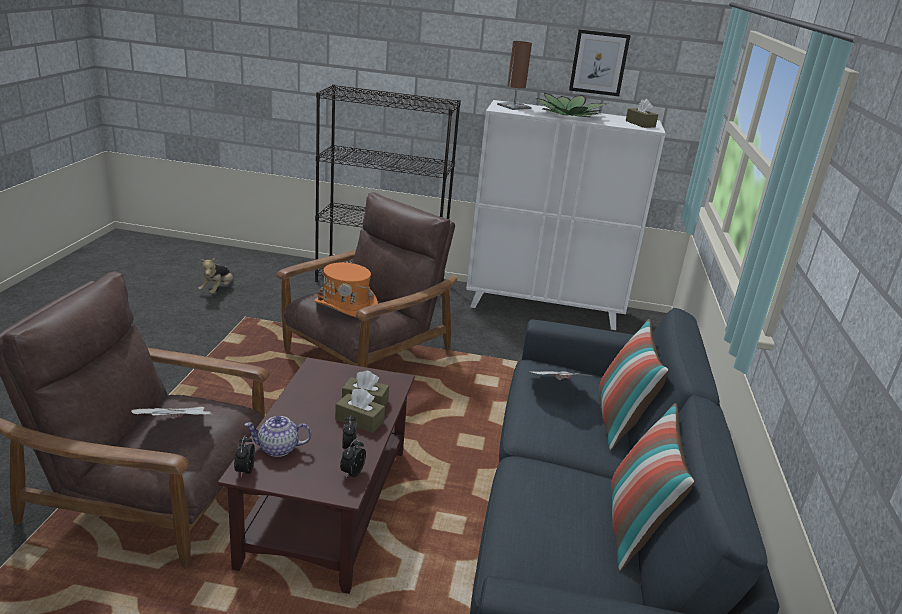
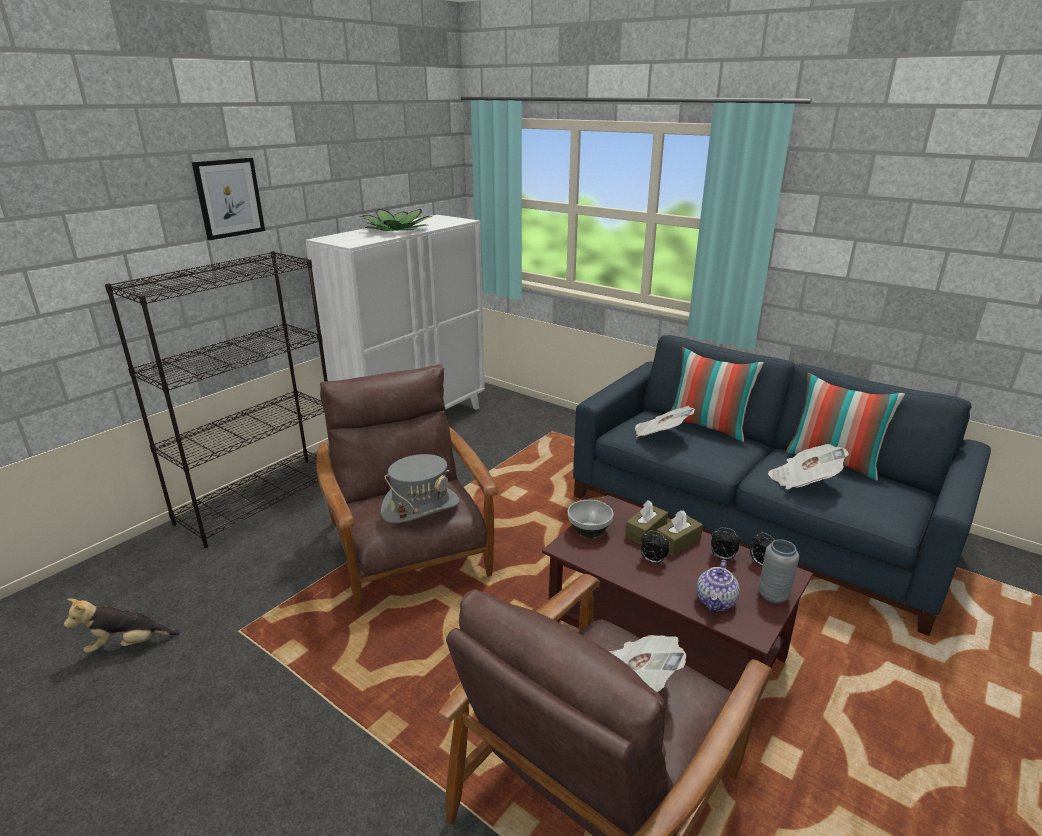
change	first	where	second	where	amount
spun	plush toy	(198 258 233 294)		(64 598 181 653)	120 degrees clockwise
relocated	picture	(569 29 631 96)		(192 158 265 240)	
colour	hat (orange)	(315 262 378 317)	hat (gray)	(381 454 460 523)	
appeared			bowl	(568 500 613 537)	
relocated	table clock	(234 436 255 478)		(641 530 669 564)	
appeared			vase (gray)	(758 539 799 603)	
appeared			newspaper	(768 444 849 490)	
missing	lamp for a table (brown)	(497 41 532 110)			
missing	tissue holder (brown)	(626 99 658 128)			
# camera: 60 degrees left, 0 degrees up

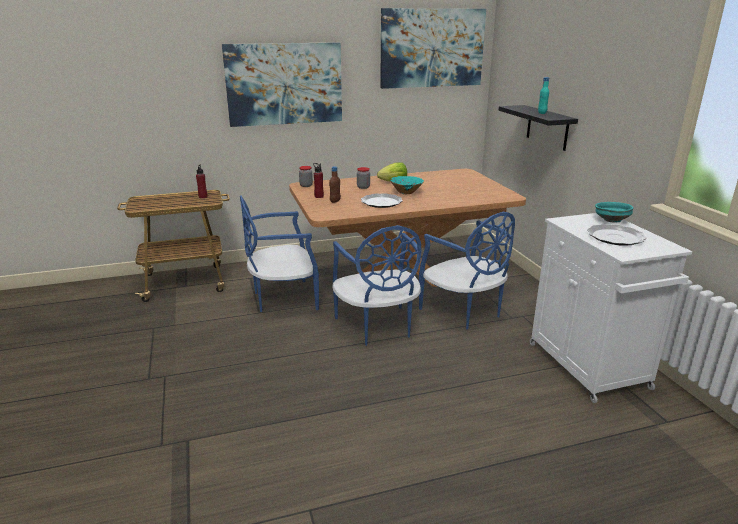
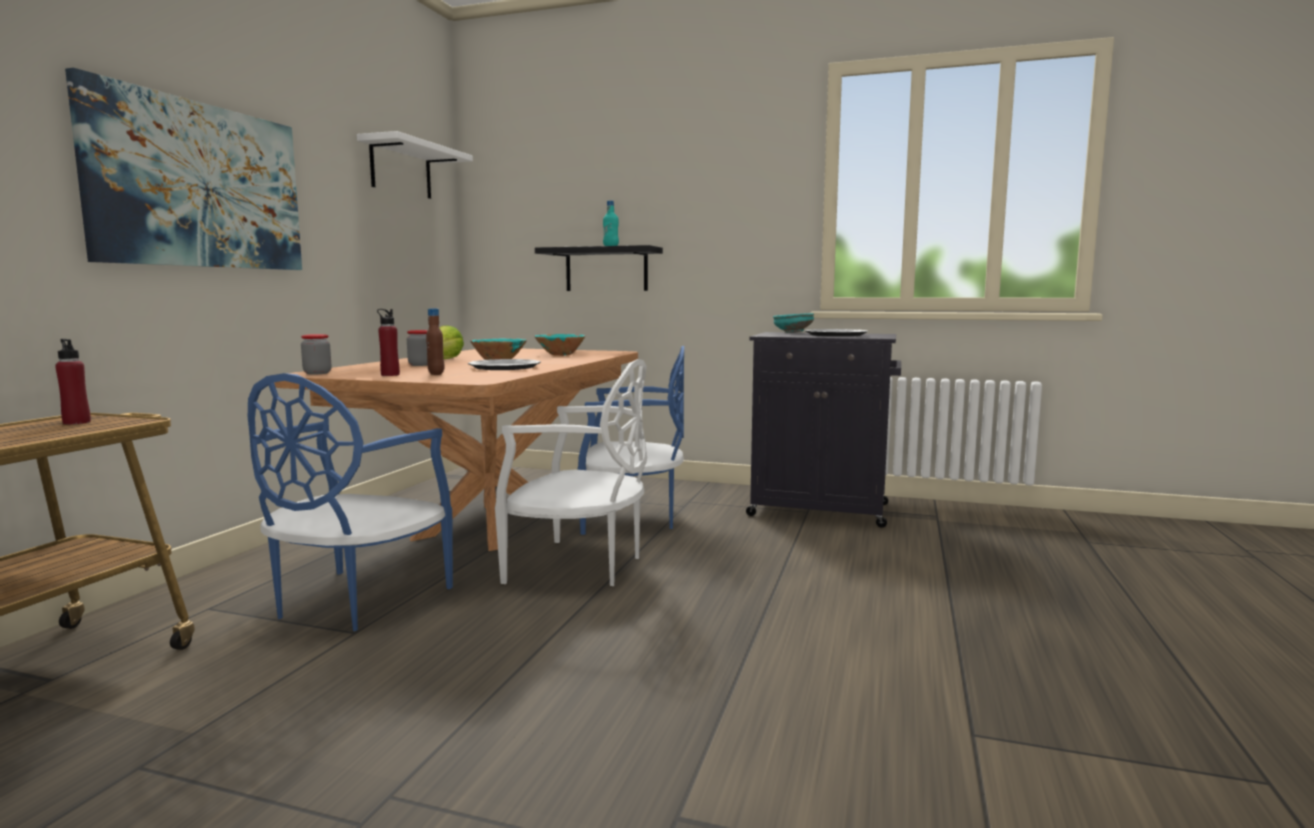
change	first	where	second	where	amount
exchanged	picture	(380 8 486 89)	wall shelf (white)	(357 131 473 199)	
colour	upright chair (blue)	(333 225 421 346)	upright chair (white)	(495 359 647 586)	
appeared			bowl (turquoise-coloured)	(535 334 585 356)	
colour	storage cabinet (white)	(530 213 692 403)	storage cabinet (blackish)	(746 332 901 528)	
# camera: 55 degrees left, 15 degrees down

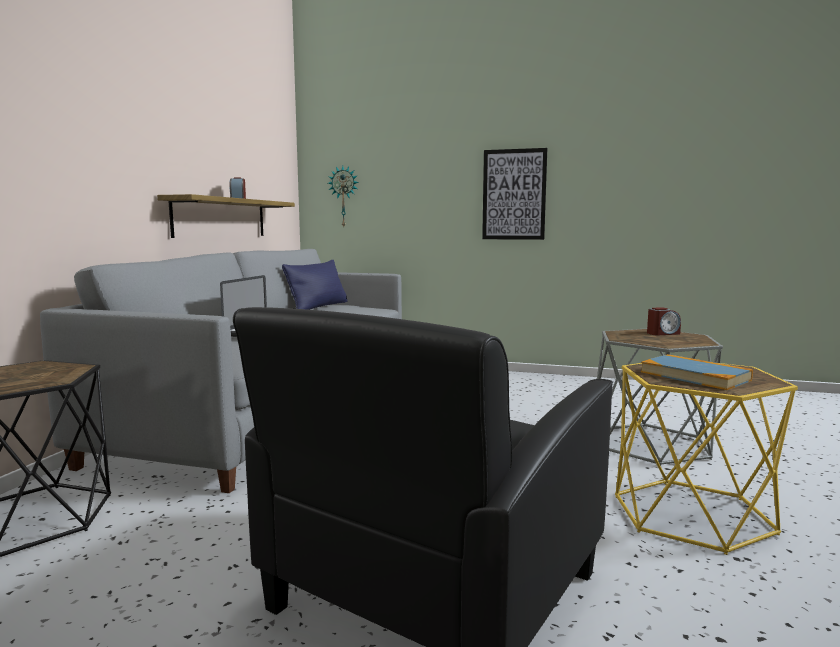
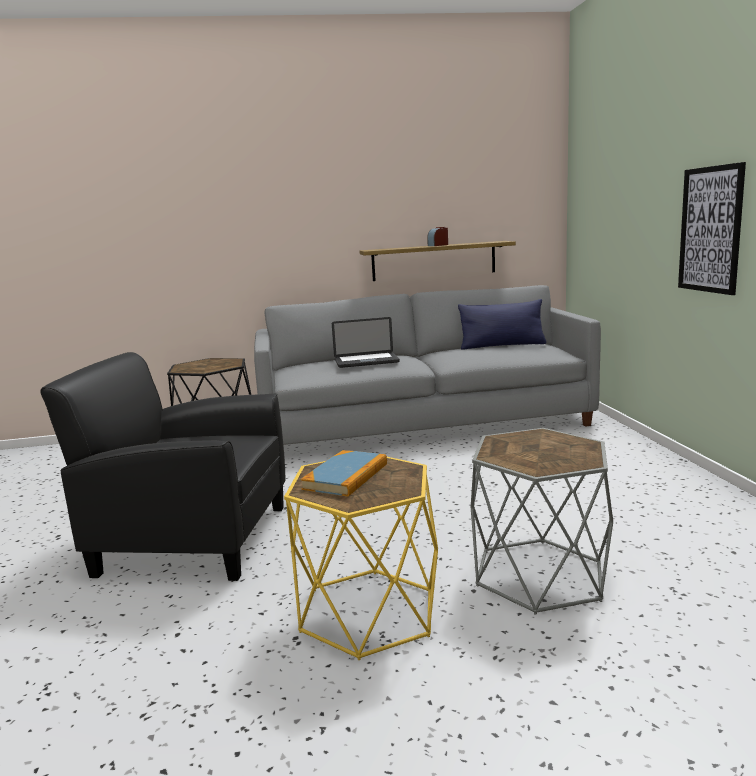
change	first	where	second	where	amount
missing	wall clock	(328 166 359 226)			
missing	table clock	(647 307 681 336)			
# camera: 65 degrees right, 5 degrees up

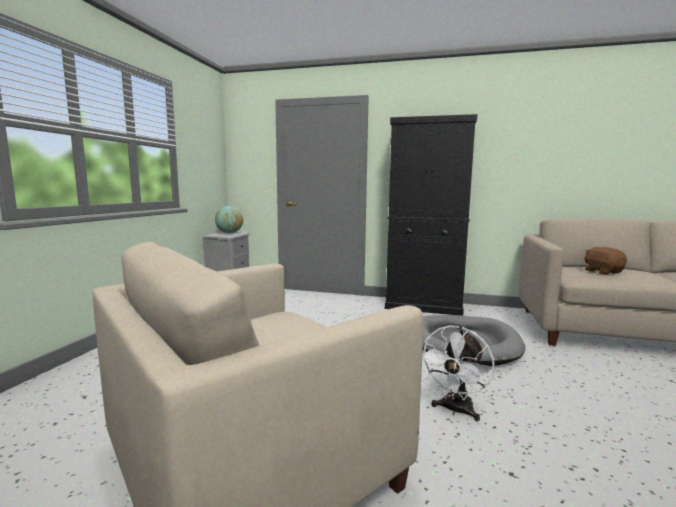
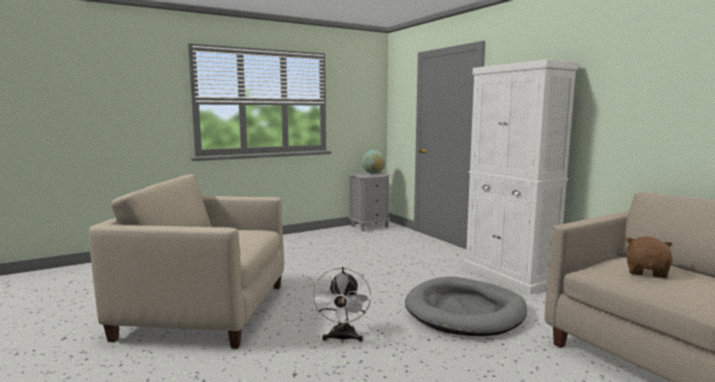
change	first	where	second	where	amount
spun	electric fan (white)	(422 325 495 421)		(311 267 371 342)	75 degrees counterclockwise
colour	storage cabinet (blackish)	(385 114 477 316)	storage cabinet (white)	(464 59 579 294)	
# camera: 45 degrees right, 0 degrees up

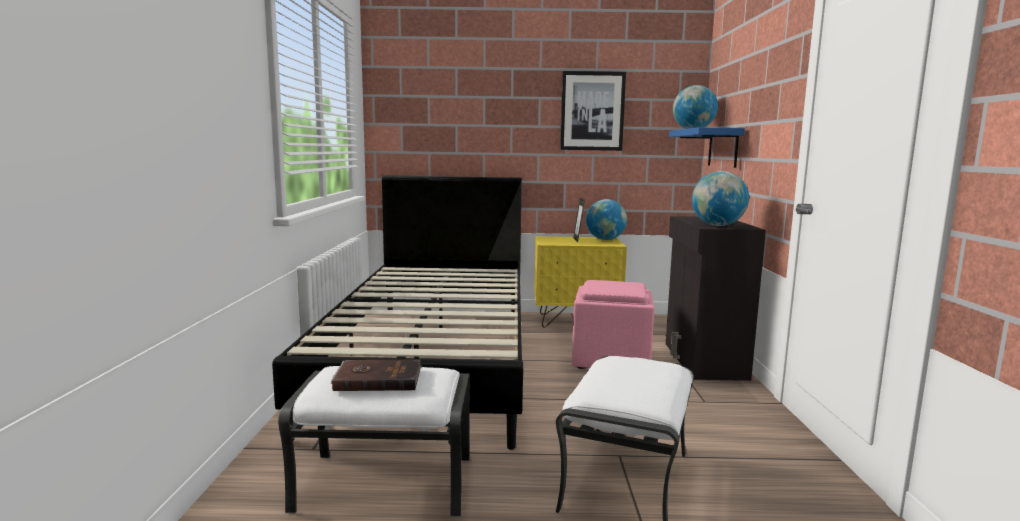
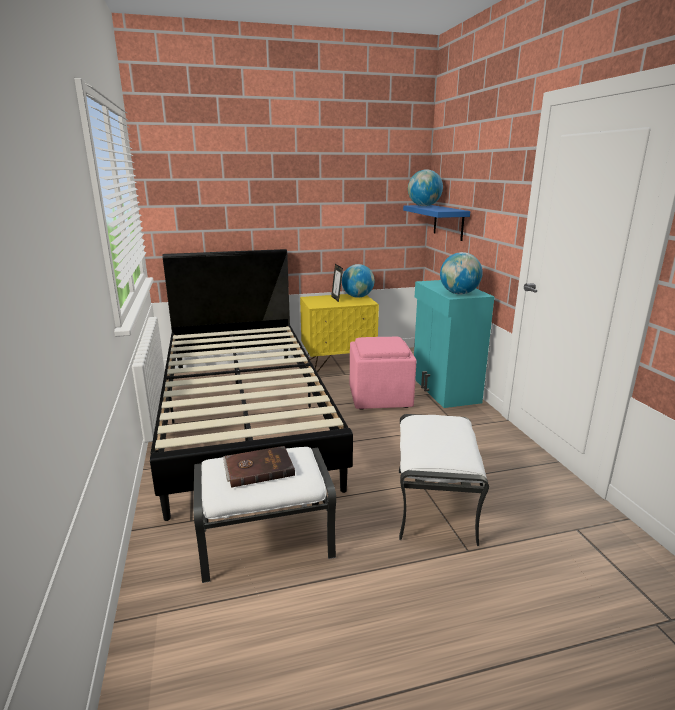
change	first	where	second	where	amount
colour	storage cabinet (blackish)	(666 216 766 381)	storage cabinet (turquoise-coloured)	(414 280 494 408)	
missing	picture	(560 71 626 151)			
# camera: 15 degrees left, 10 degrees up

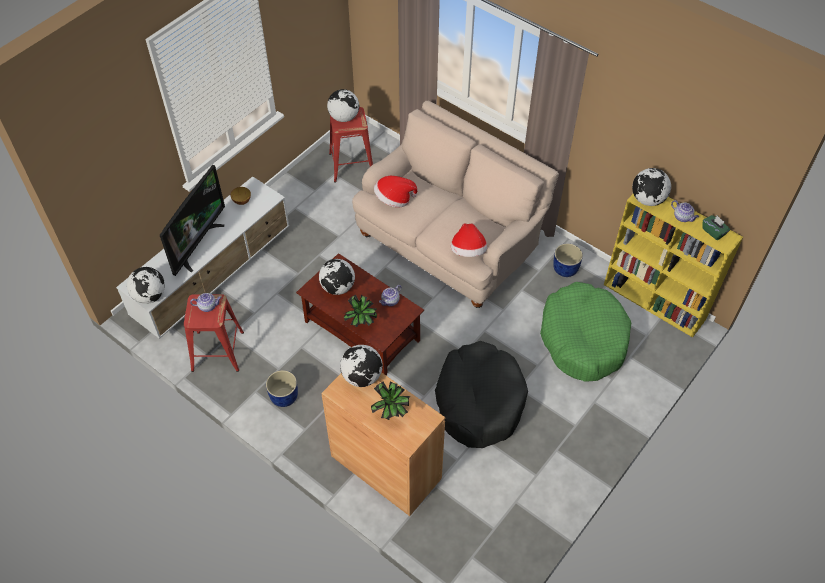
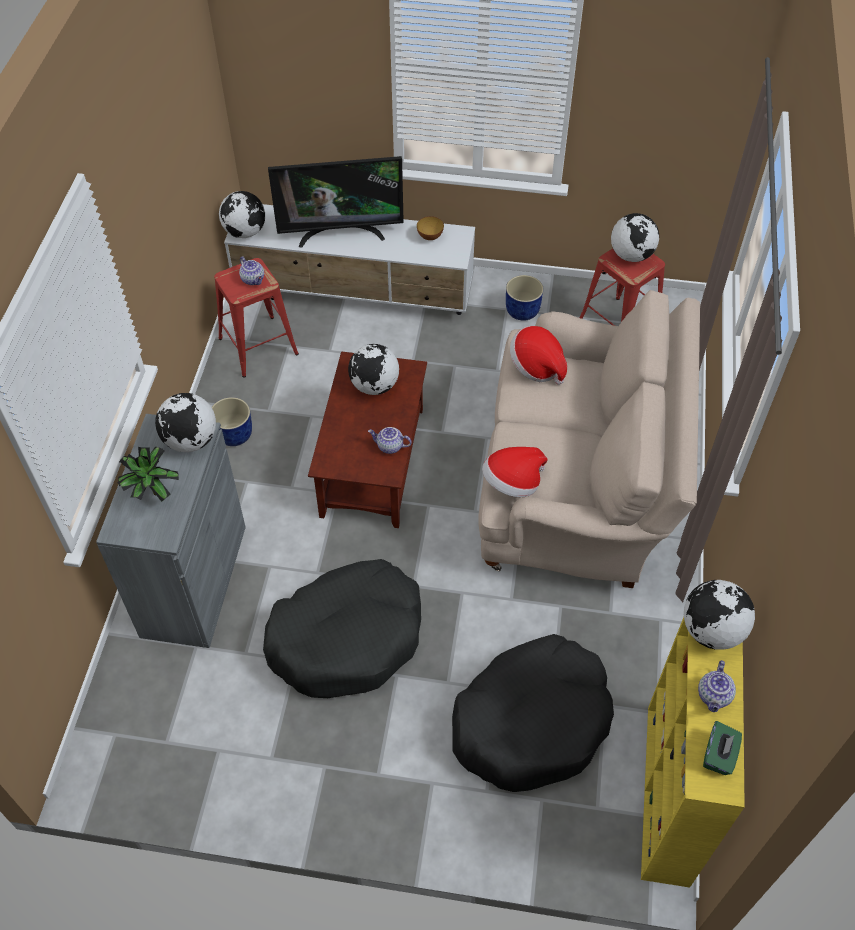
change	first	where	second	where	amount
colour	storage cabinet (brown)	(321 373 445 516)	storage cabinet (gray)	(96 414 246 648)	
colour	pet bed (green-coloured)	(540 282 631 382)	pet bed (blackish)	(452 634 614 792)	
relocated	flower pot (blue)	(553 243 583 277)		(506 275 543 321)	
missing	plant in a pot	(344 295 377 327)			
# camera: 60 degrees right, 0 degrees up

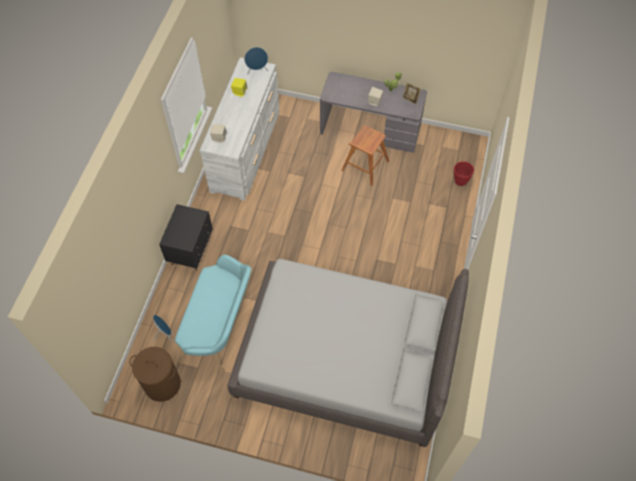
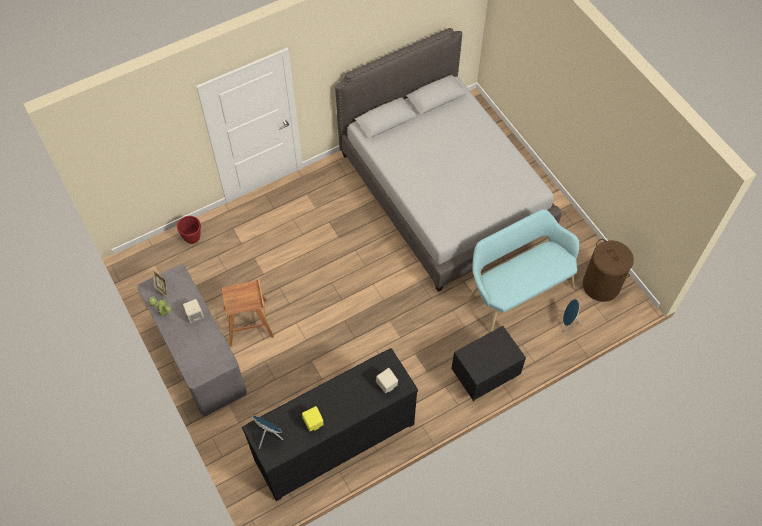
change	first	where	second	where	amount
colour	dresser (white)	(199 57 279 201)	dresser (blackish)	(242 348 418 501)	
# camera: 135 degrees left, 0 degrees up

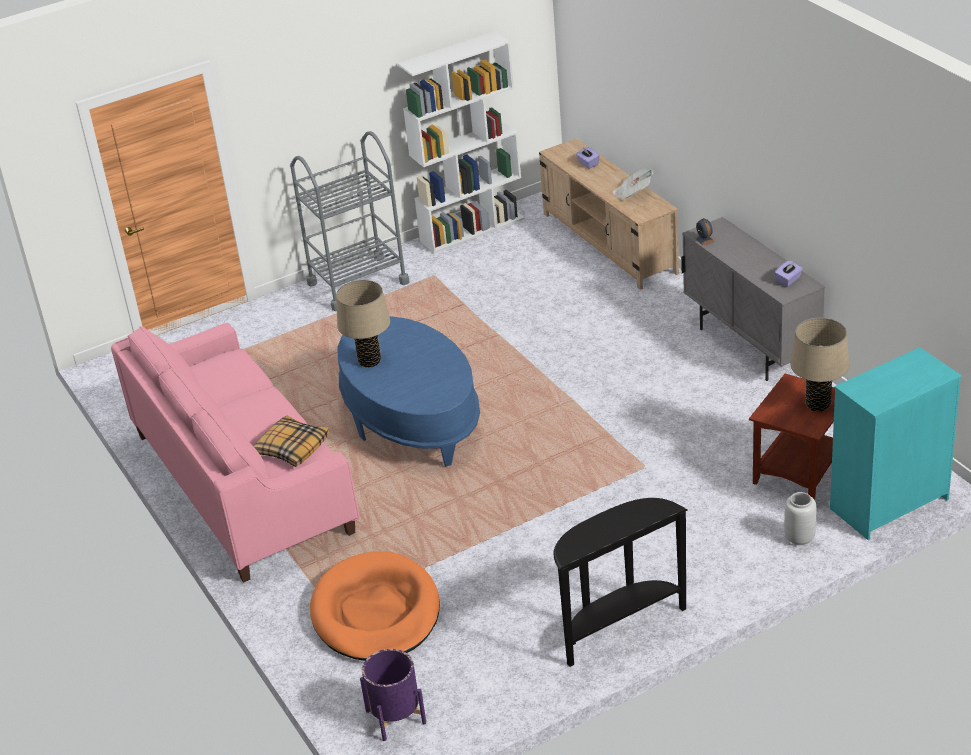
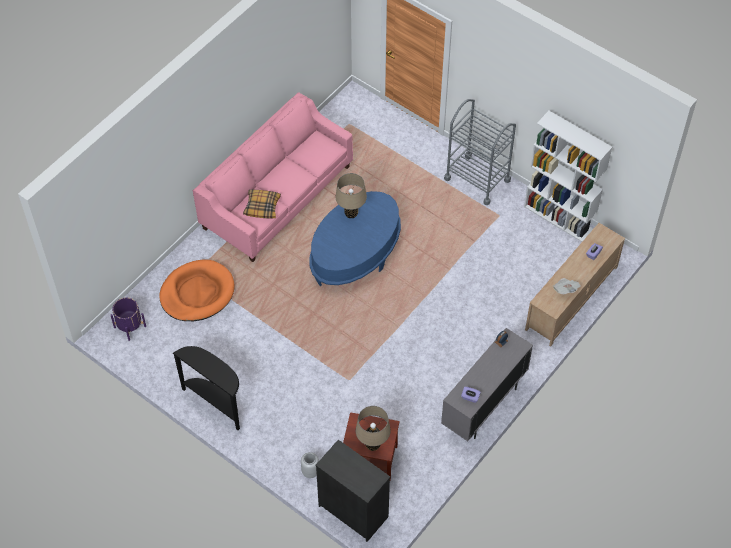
change	first	where	second	where	amount
colour	dresser (turquoise-coloured)	(830 347 962 540)	dresser (blackish)	(315 440 390 542)	
# camera: 65 degrees right, 20 degrees up

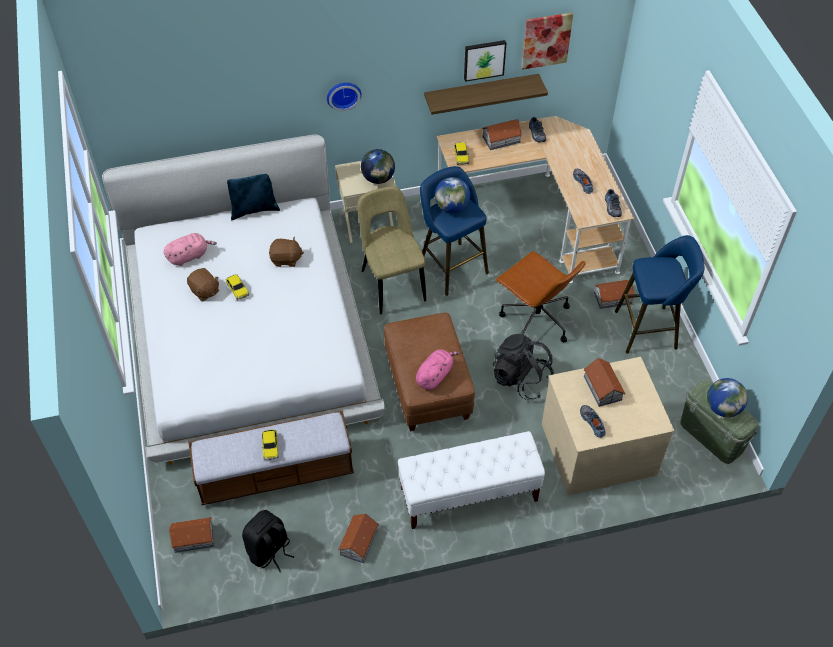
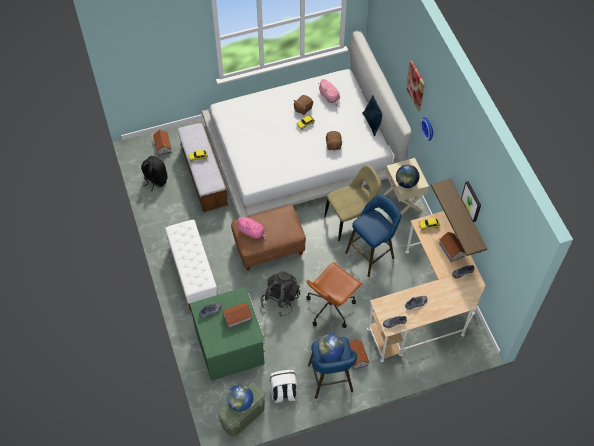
change	first	where	second	where	amount
colour	dresser (beige)	(542 357 674 495)	dresser (green-coloured)	(190 287 265 381)	
appeared			rucksack (white)	(270 370 298 403)	
relocated	world globe	(435 177 470 213)		(318 334 344 361)	
relocated	picture	(521 13 573 70)		(406 60 425 111)	
missing	miniature house	(338 513 379 563)			
# camera: 85 degrees right, 5 degrees up

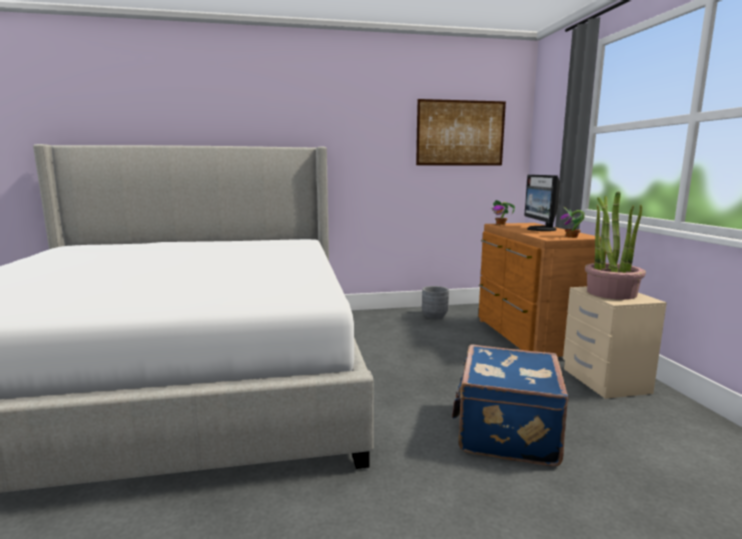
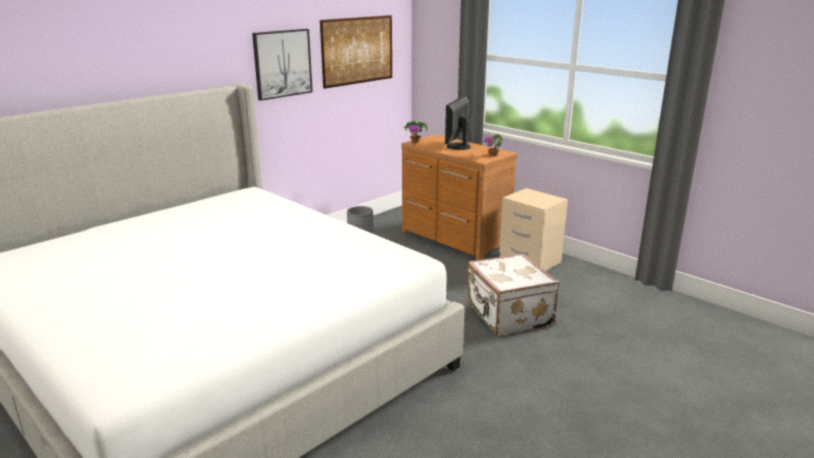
change	first	where	second	where	amount
appeared			picture	(252 29 313 101)	
spun	monitor	(524 175 560 231)		(445 95 471 150)	60 degrees clockwise
colour	suitcase (blue)	(452 344 569 467)	suitcase (white)	(467 254 559 337)	
missing	plant in a pot	(585 192 646 300)			
# camera: 35 degrees left, 10 degrees up

